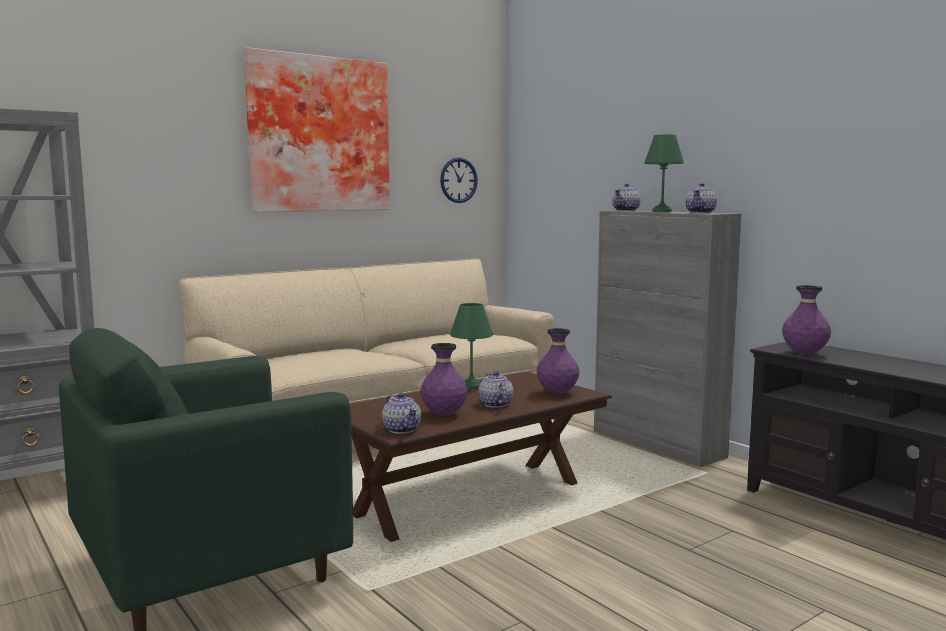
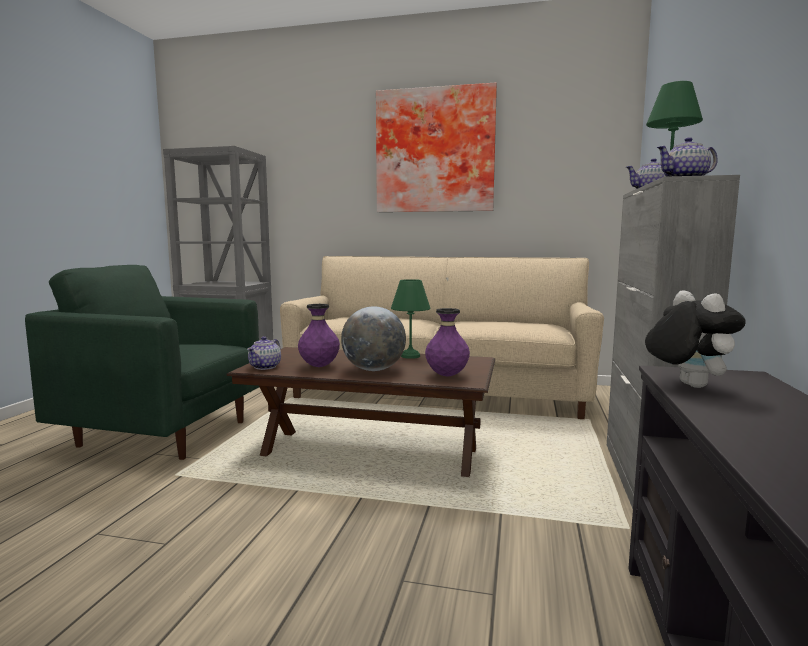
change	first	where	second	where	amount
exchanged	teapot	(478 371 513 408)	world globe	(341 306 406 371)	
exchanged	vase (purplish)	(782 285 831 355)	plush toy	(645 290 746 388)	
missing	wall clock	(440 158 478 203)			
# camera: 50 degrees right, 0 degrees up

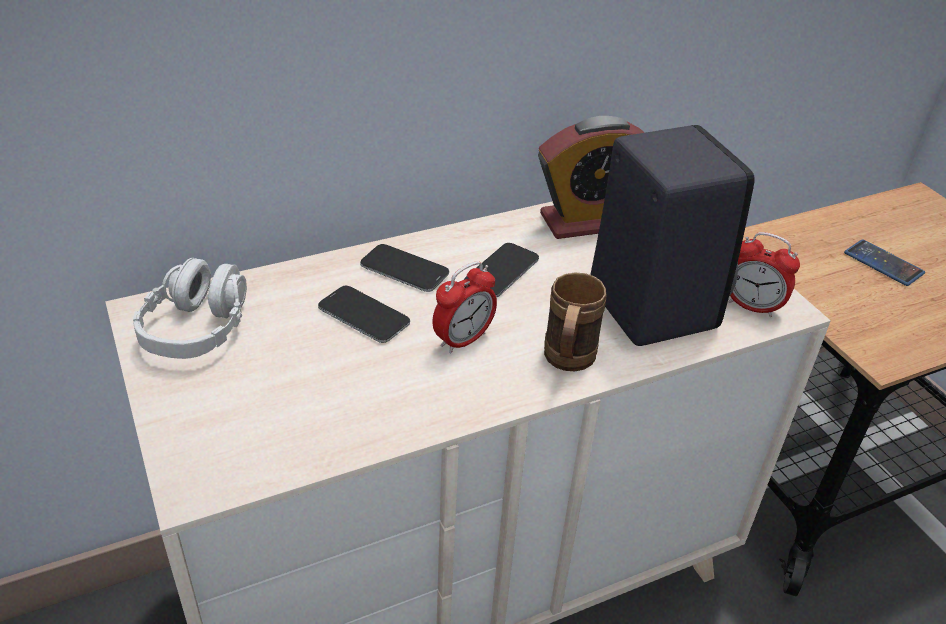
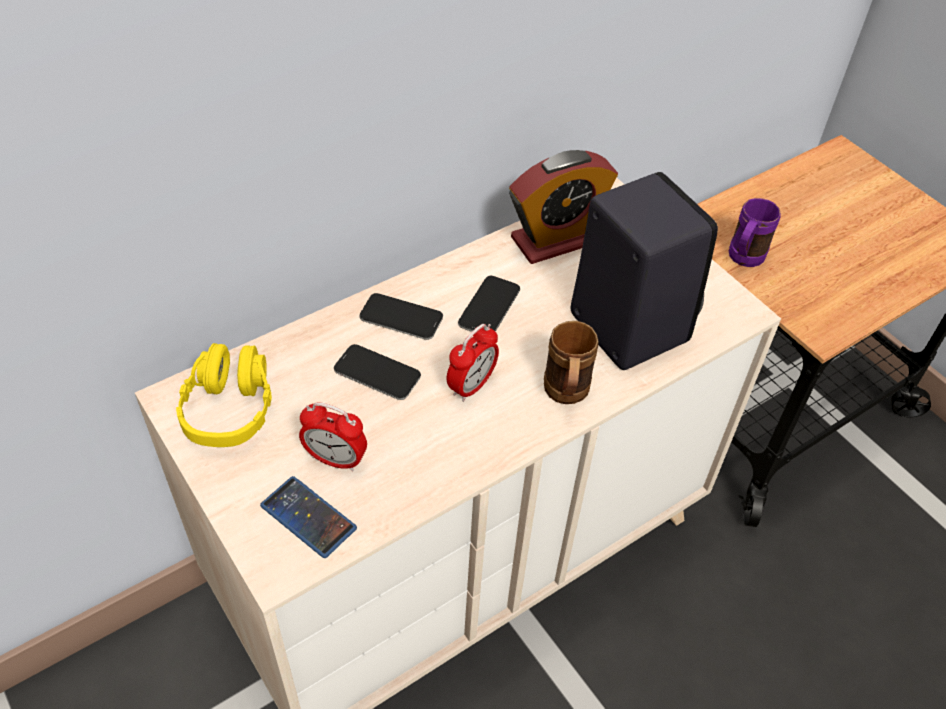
change	first	where	second	where	amount
colour	pair of headphones (gray)	(133 258 247 359)	pair of headphones (yellow)	(176 343 272 447)	
relocated	phone	(844 239 925 286)		(260 476 357 558)	
relocated	table clock	(728 232 800 317)		(299 402 367 471)	
appeared			tea mug (purplish)	(729 198 781 267)	
# camera: 10 degrees left, 10 degrees up

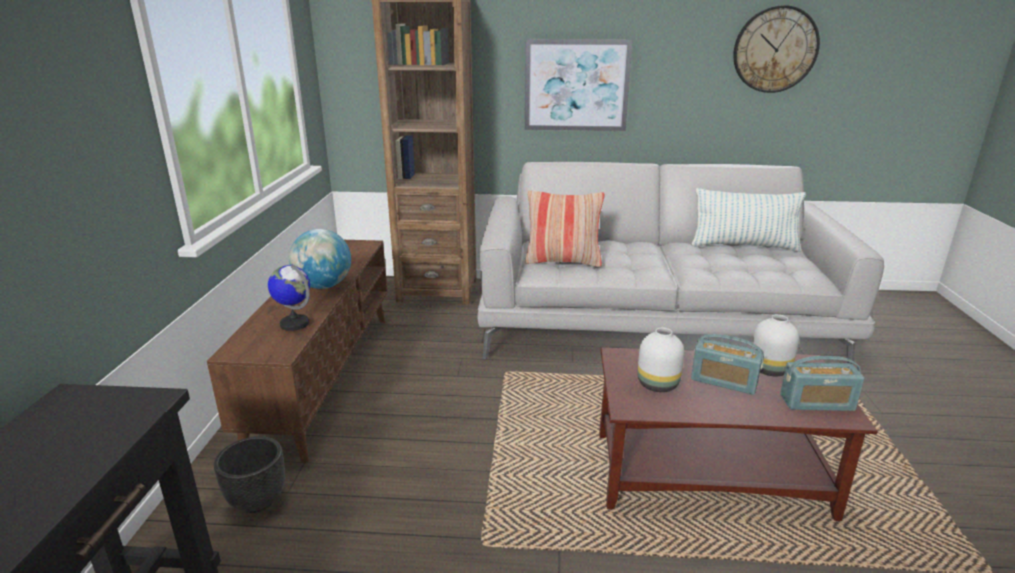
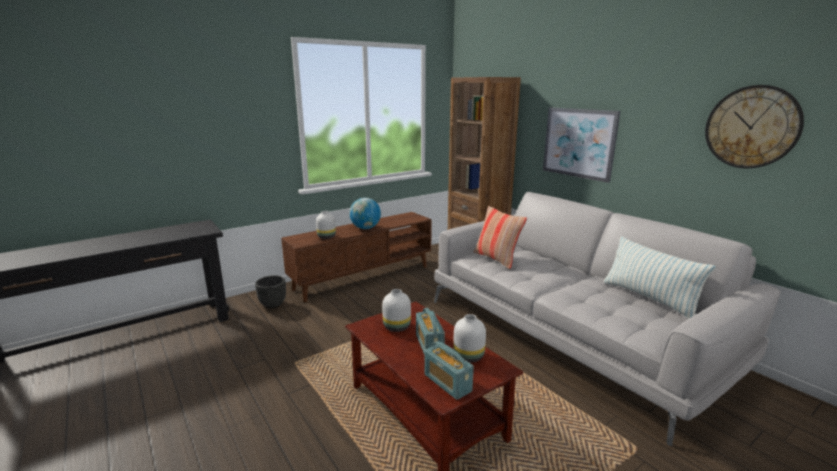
change	first	where	second	where	amount
exchanged	world globe	(268 264 310 331)	vase (white)	(316 211 336 239)	
# camera: 50 degrees right, 5 degrees down

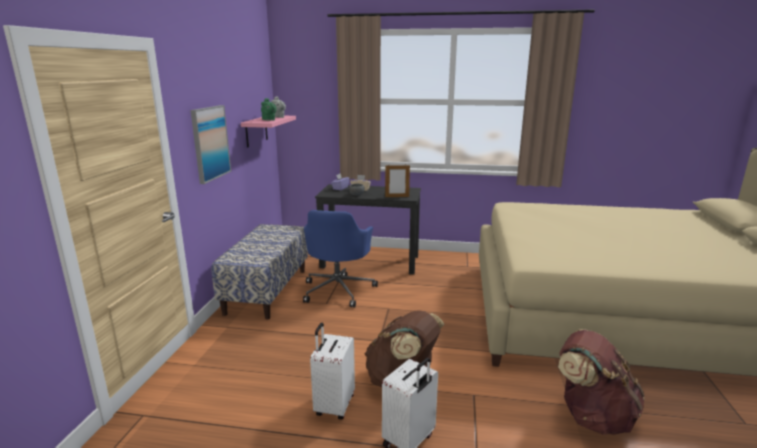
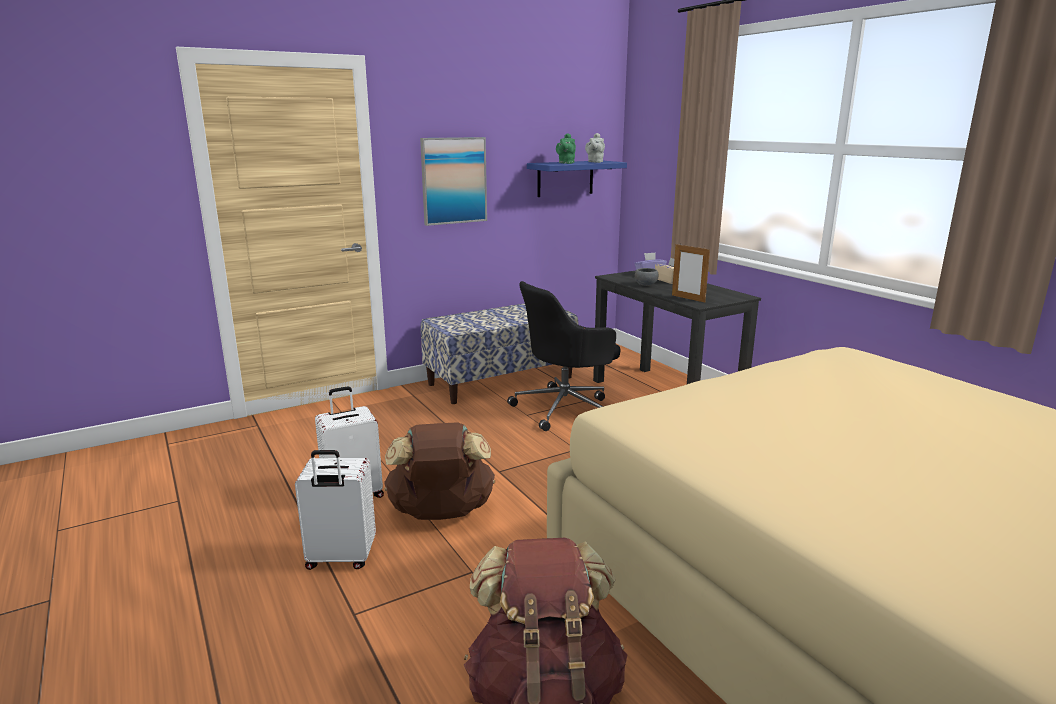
change	first	where	second	where	amount
colour	office chair (blue)	(303 210 378 307)	office chair (blackish)	(507 281 620 431)	
colour	wall shelf (pink)	(241 116 296 148)	wall shelf (blue)	(527 161 627 197)	
# camera: 50 degrees right, 0 degrees up

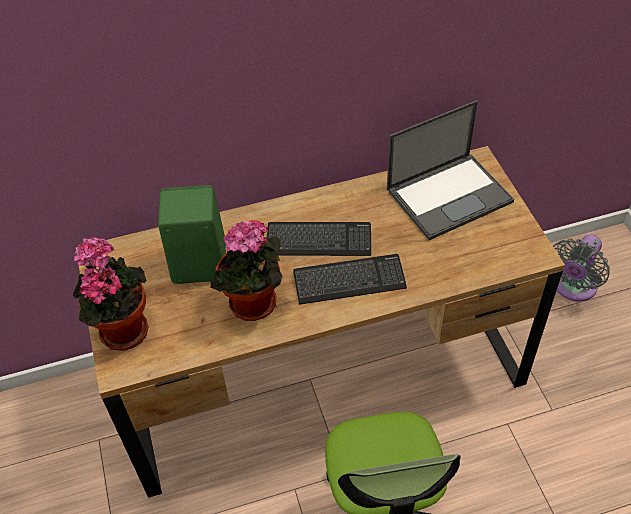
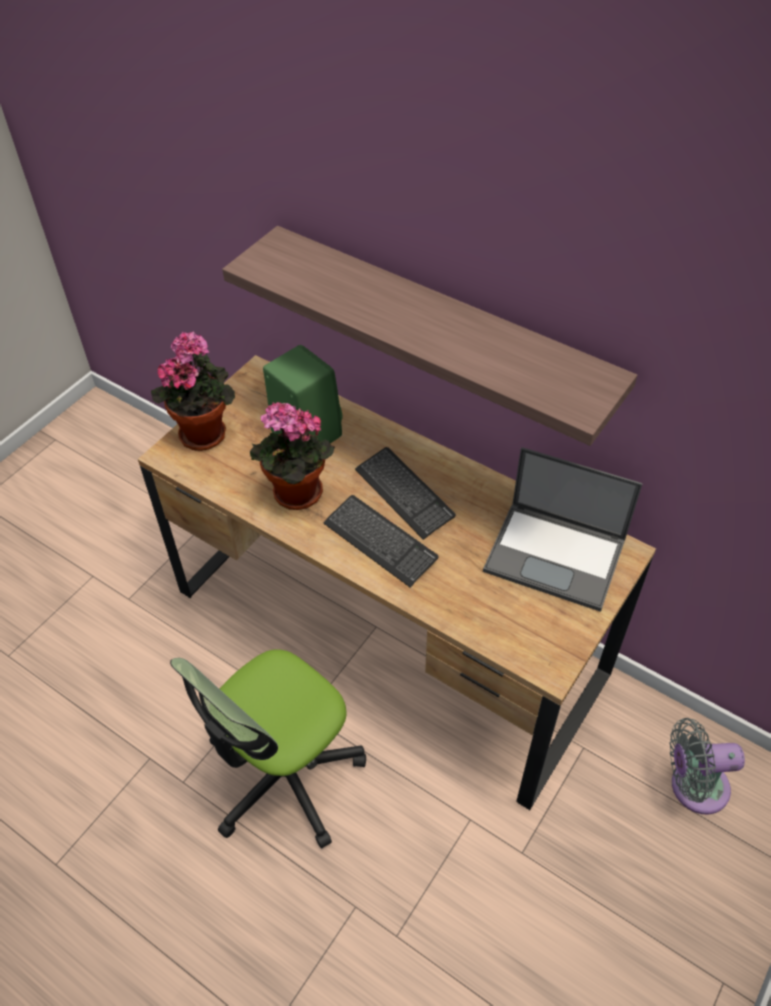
change	first	where	second	where	amount
appeared			wall shelf	(222 226 637 446)	
# camera: 50 degrees right, 0 degrees up

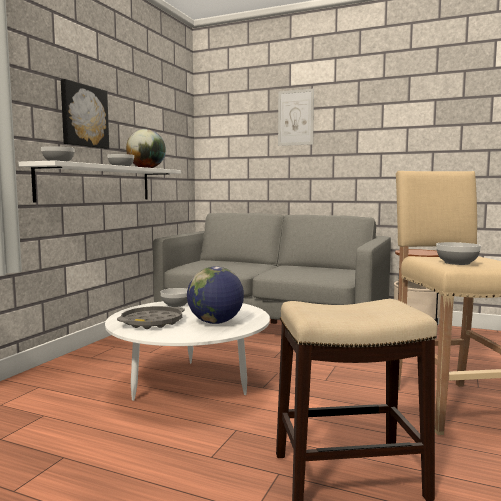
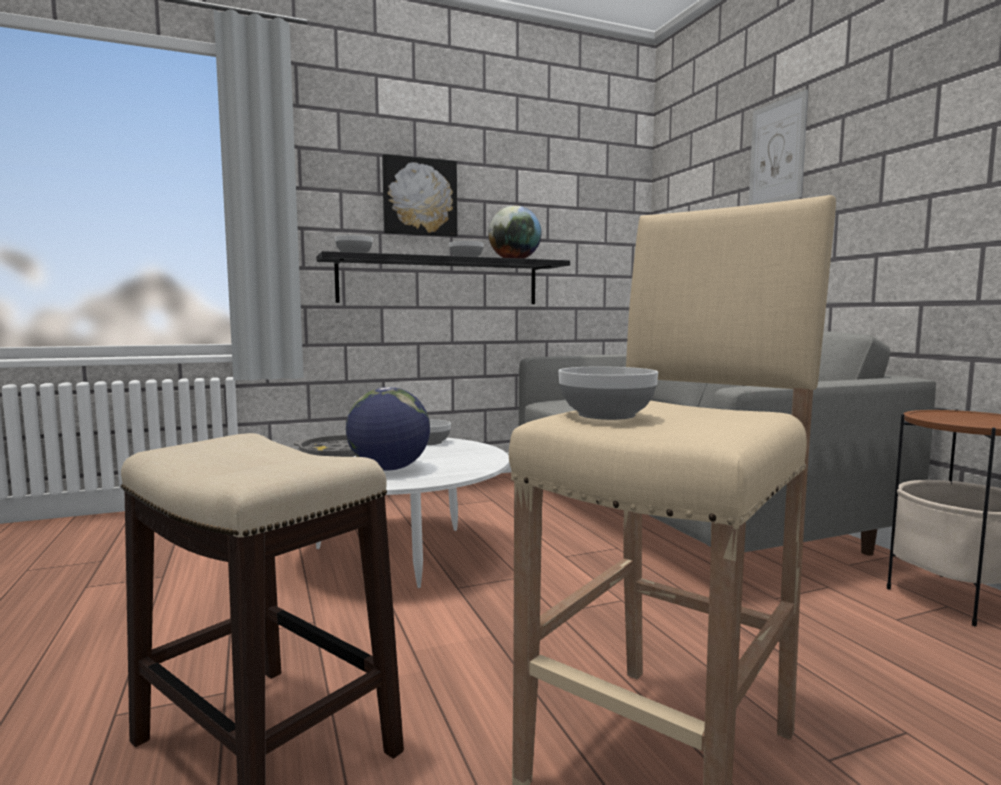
change	first	where	second	where	amount
colour	wall shelf (white)	(19 160 181 202)	wall shelf (blackish)	(317 251 570 304)	
# camera: 45 degrees right, 0 degrees up

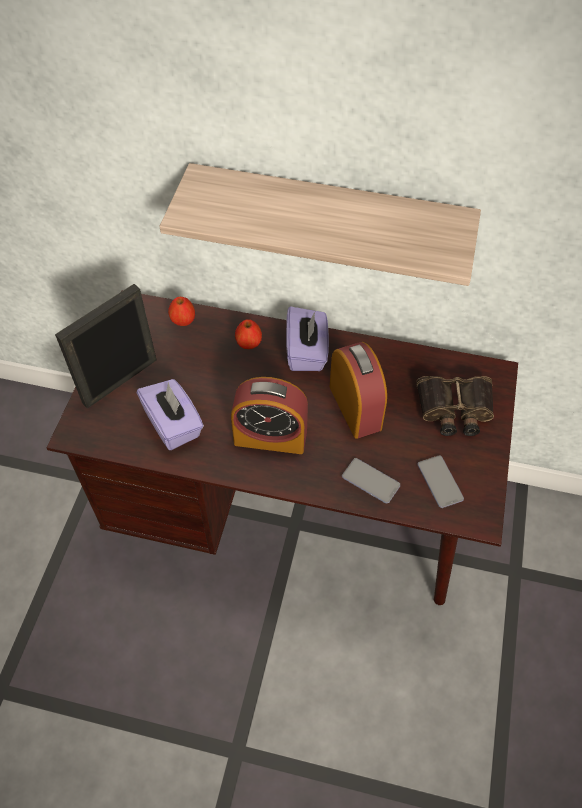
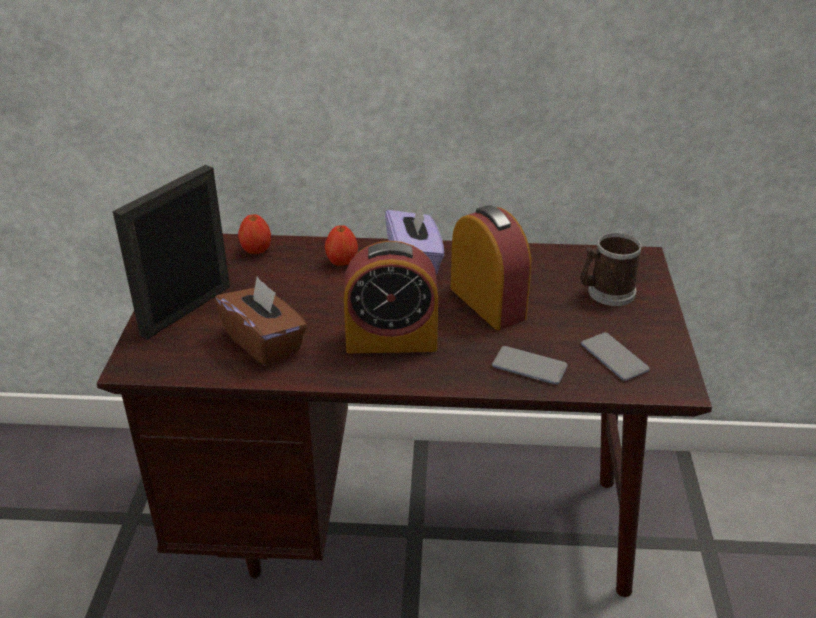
change	first	where	second	where	amount
colour	tissue holder (purplish)	(137 379 204 450)	tissue holder (brown)	(215 276 307 366)	
exchanged	binoculars	(416 376 494 436)	tea mug	(580 233 642 306)	
missing	wall shelf	(159 163 481 286)			
# camera: 10 degrees left, 20 degrees down

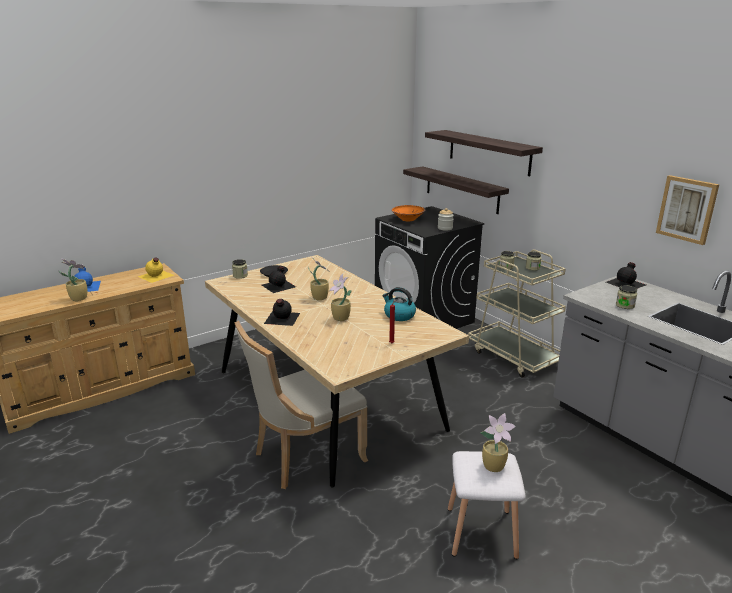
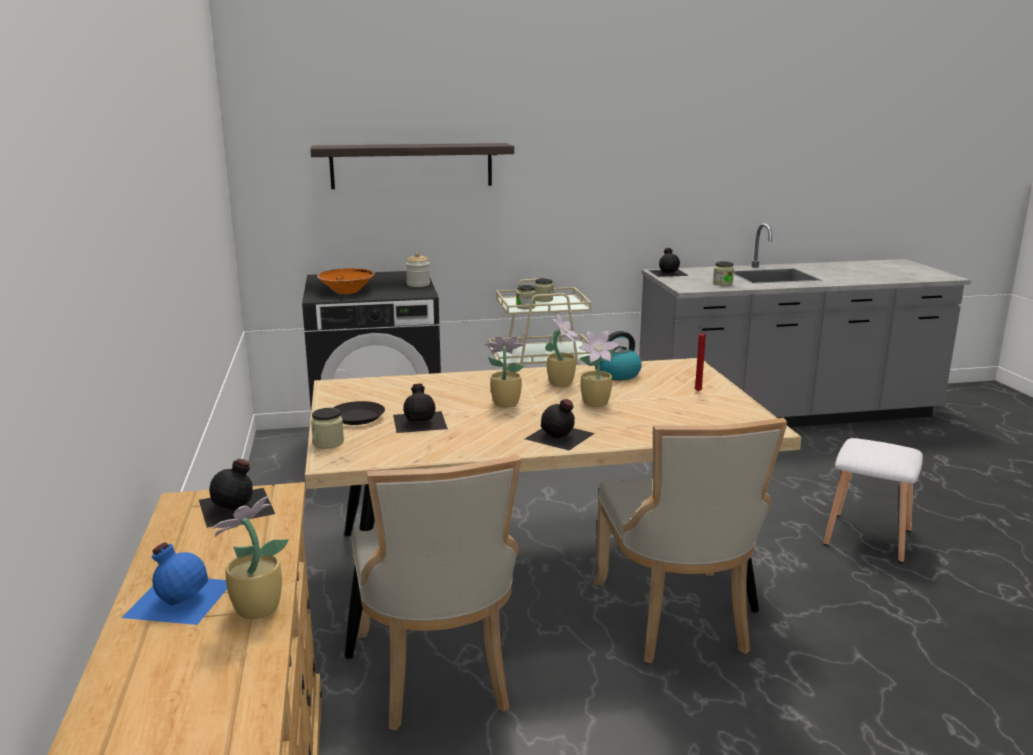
change	first	where	second	where	amount
colour	bottle (yellow)	(138 258 174 283)	bottle (blackish)	(199 459 275 528)	
appeared			upright chair (beige)	(352 455 521 731)	
relocated	plant in a pot	(481 413 516 472)		(545 314 579 386)	
missing	wall shelf	(403 166 509 214)			
missing	picture	(656 175 719 245)			
# camera: 65 degrees left, 5 degrees down

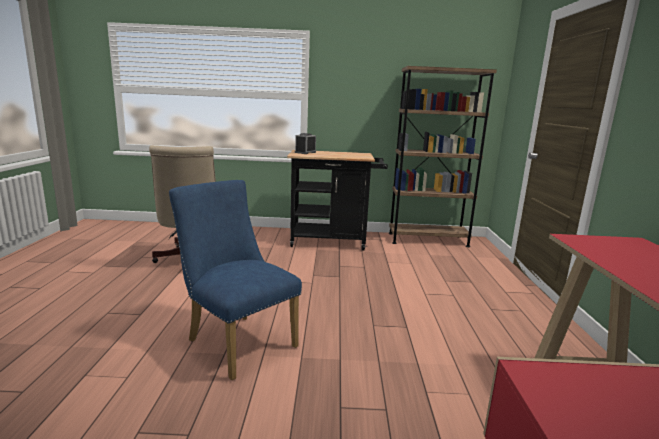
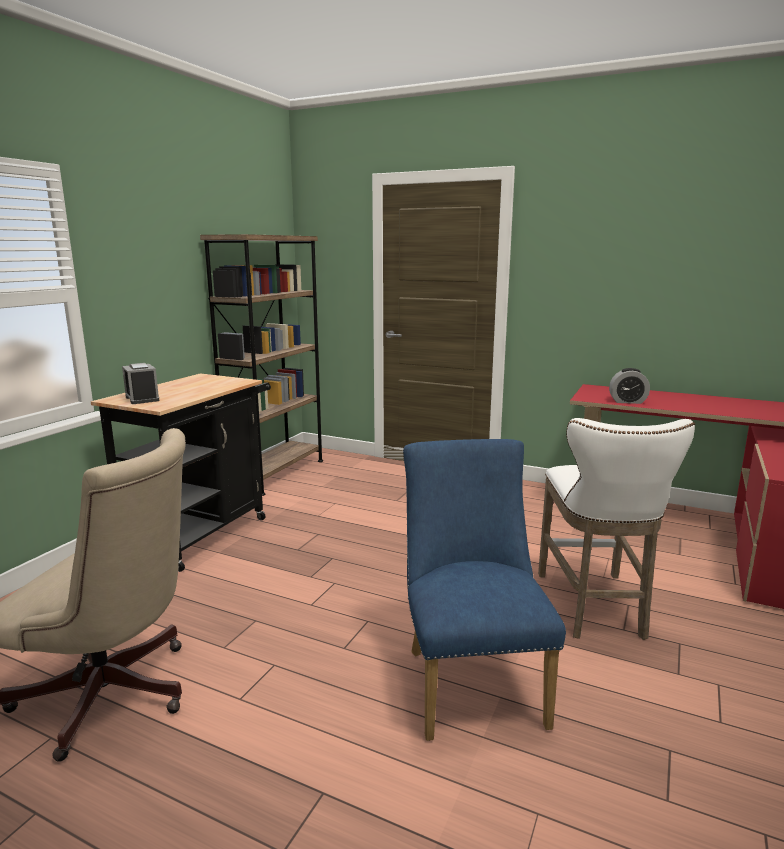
change	first	where	second	where	amount
spun	upright chair (blue)	(169 180 302 380)		(403 439 566 741)	105 degrees clockwise
appeared			sitting stool (white)	(538 418 695 640)	
appeared			table clock	(609 368 650 404)	
# camera: 65 degrees left, 0 degrees up

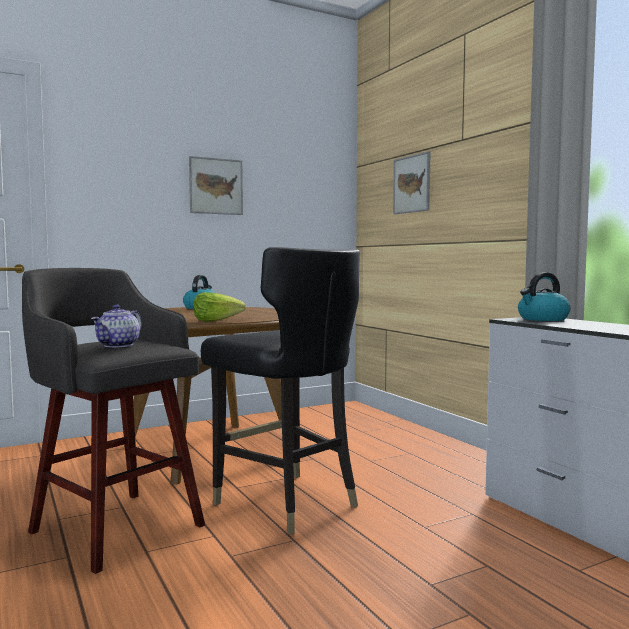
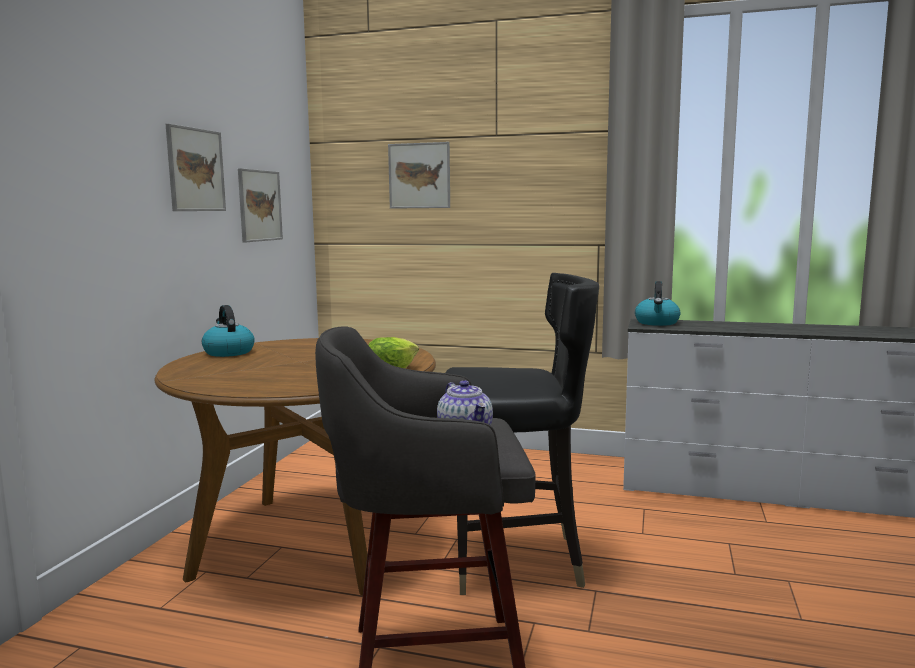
change	first	where	second	where	amount
appeared			picture	(238 168 283 242)	
# camera: 45 degrees left, 5 degrees up

